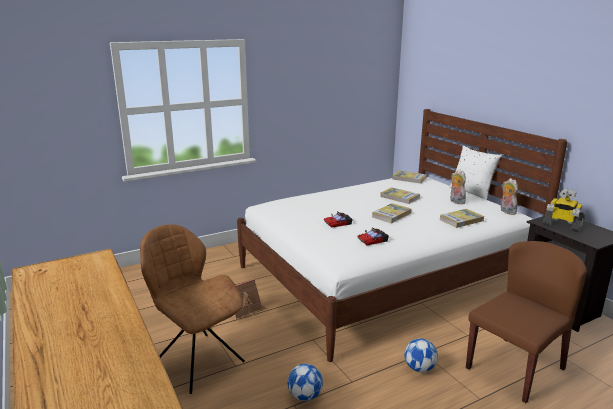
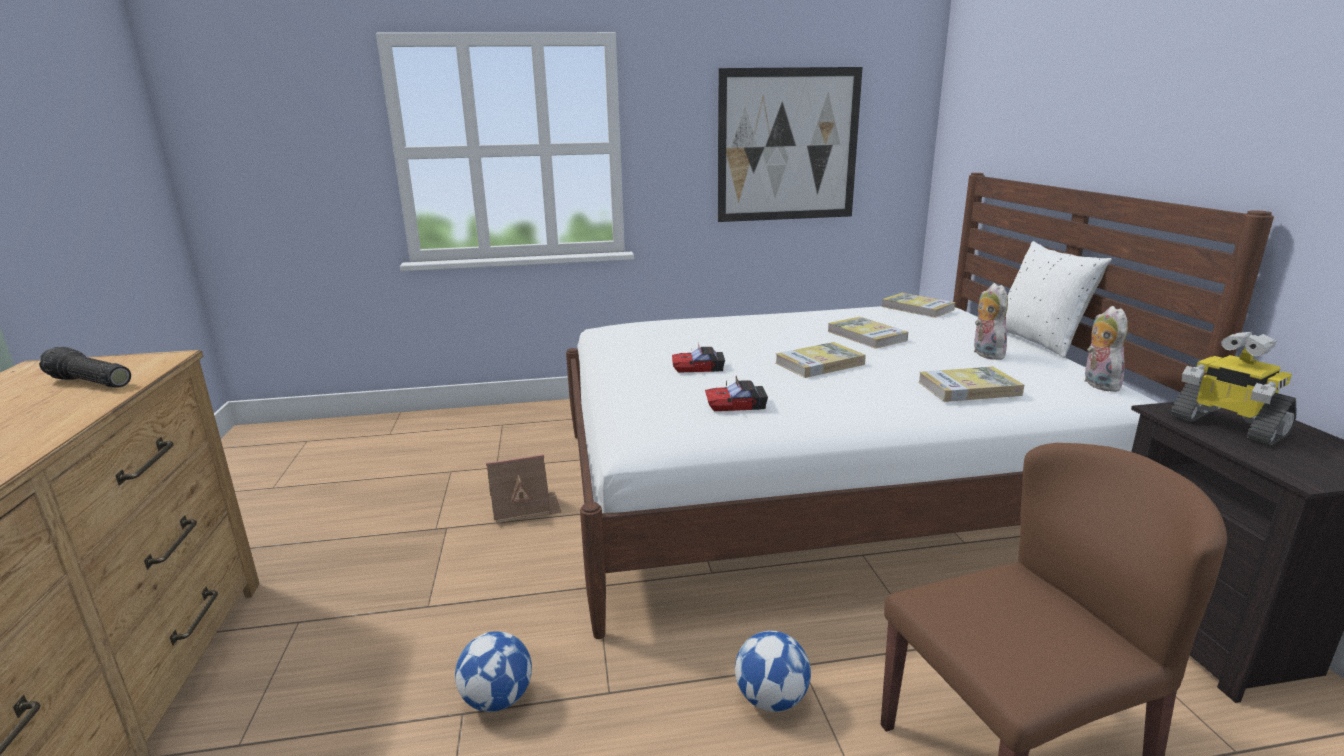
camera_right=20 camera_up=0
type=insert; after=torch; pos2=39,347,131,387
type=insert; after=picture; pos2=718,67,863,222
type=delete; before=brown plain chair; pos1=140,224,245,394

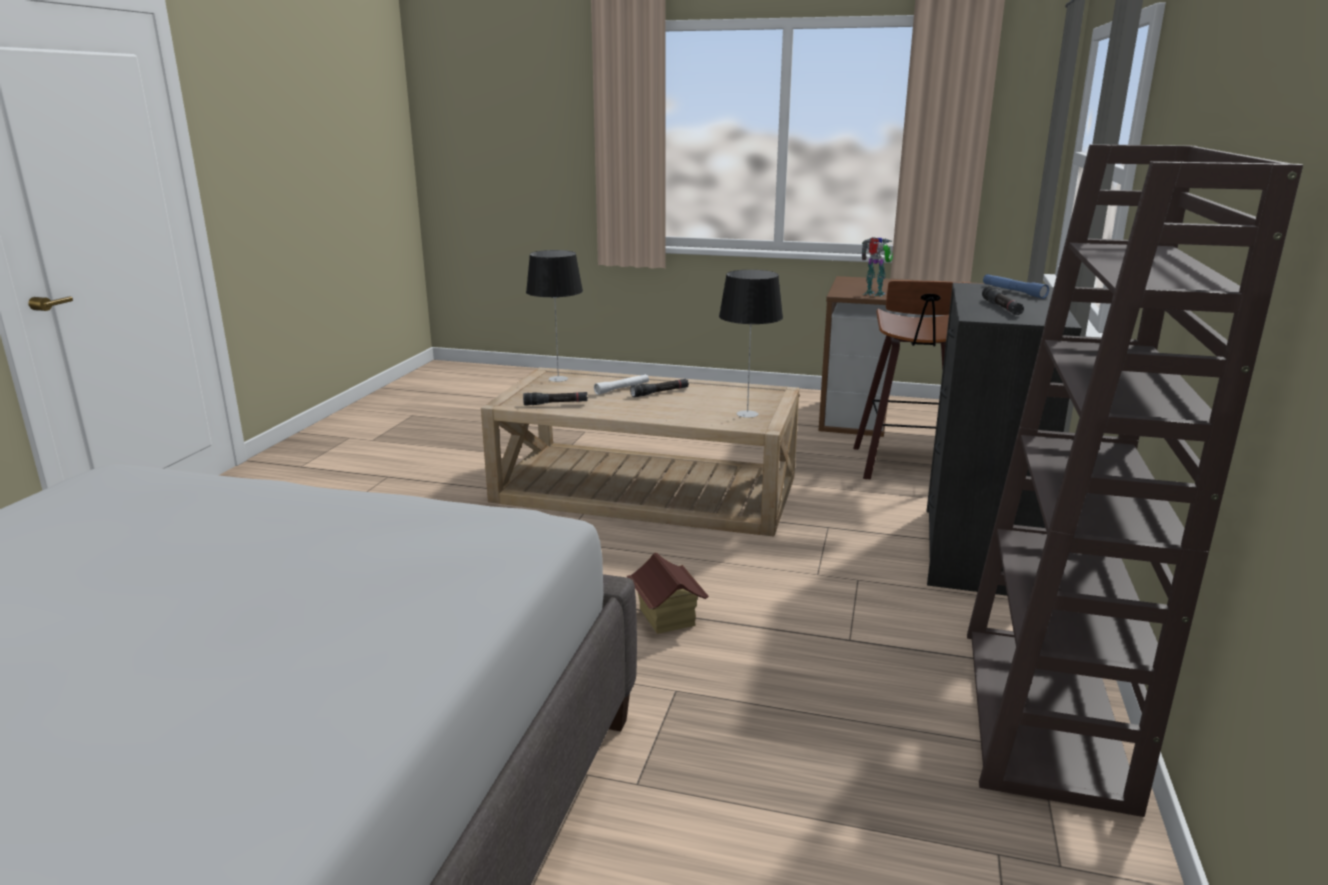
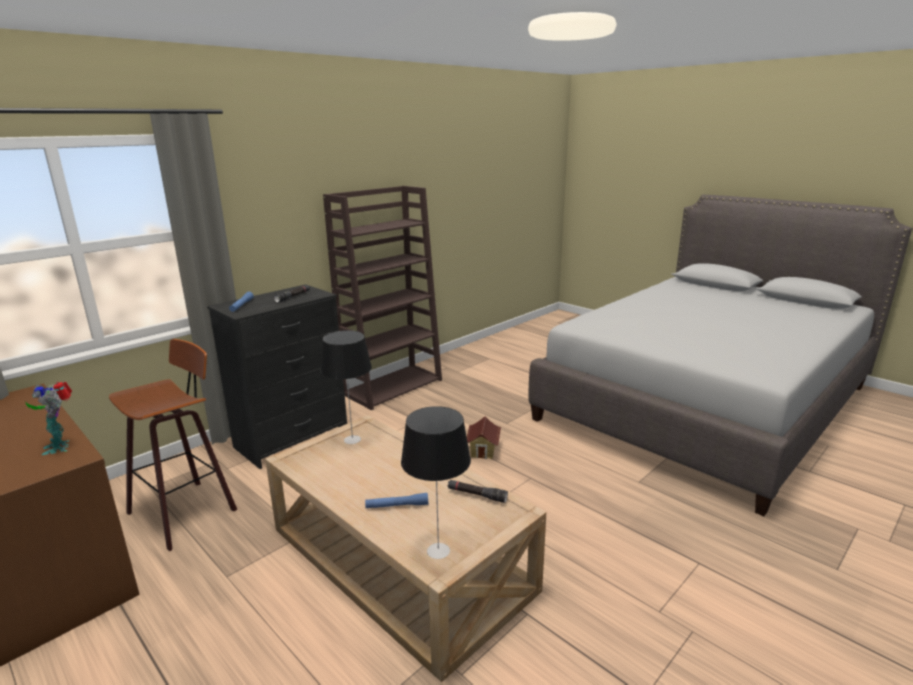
camera_right=-150 camera_up=0
type=recolor; before=whitish torch; after=blue torch; pos1=594,374,649,395; pos2=365,493,428,508
type=delete; before=black torch; pos1=630,379,689,397

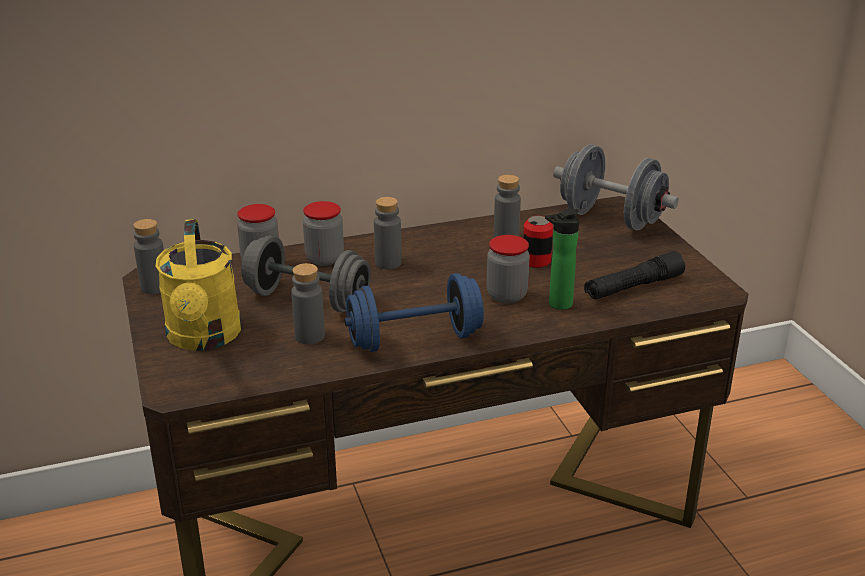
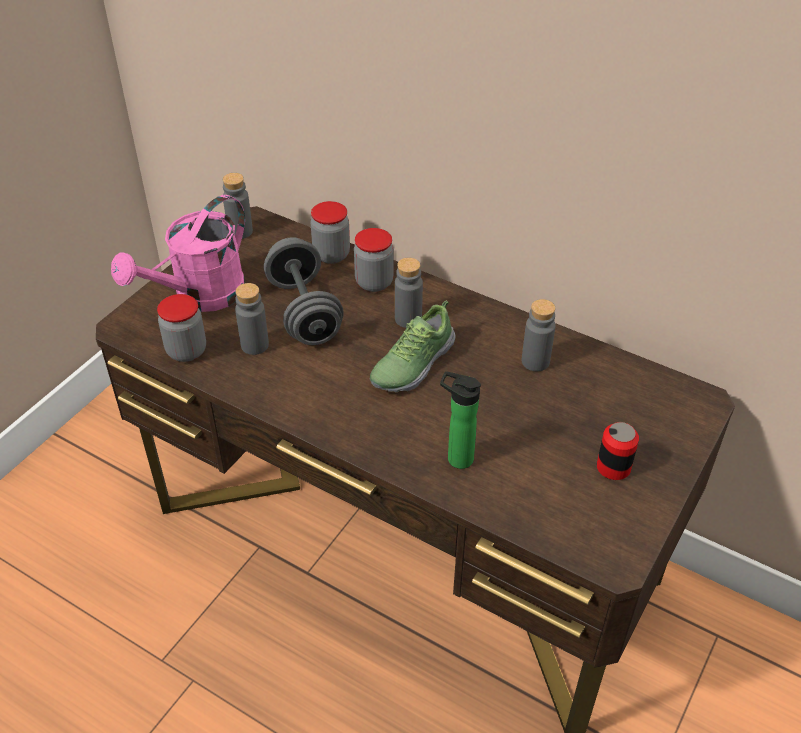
camera_right=50 camera_up=15
type=recolor; before=yellow watering pot; after=pink watering pot; pos1=155,219,241,351; pos2=111,195,245,312
type=move; before=preserve jar; pos1=487,235,530,304; pos2=157,294,206,362
type=insert; after=low shoe; pos2=370,300,455,393
type=move; before=metal can; pos1=523,216,553,268; pos2=597,422,639,480
type=delete; before=blue dumbbell; pos1=344,273,484,352
type=delete; before=grey dumbbell; pos1=553,144,679,230
type=delete; before=black torch; pos1=584,251,685,299

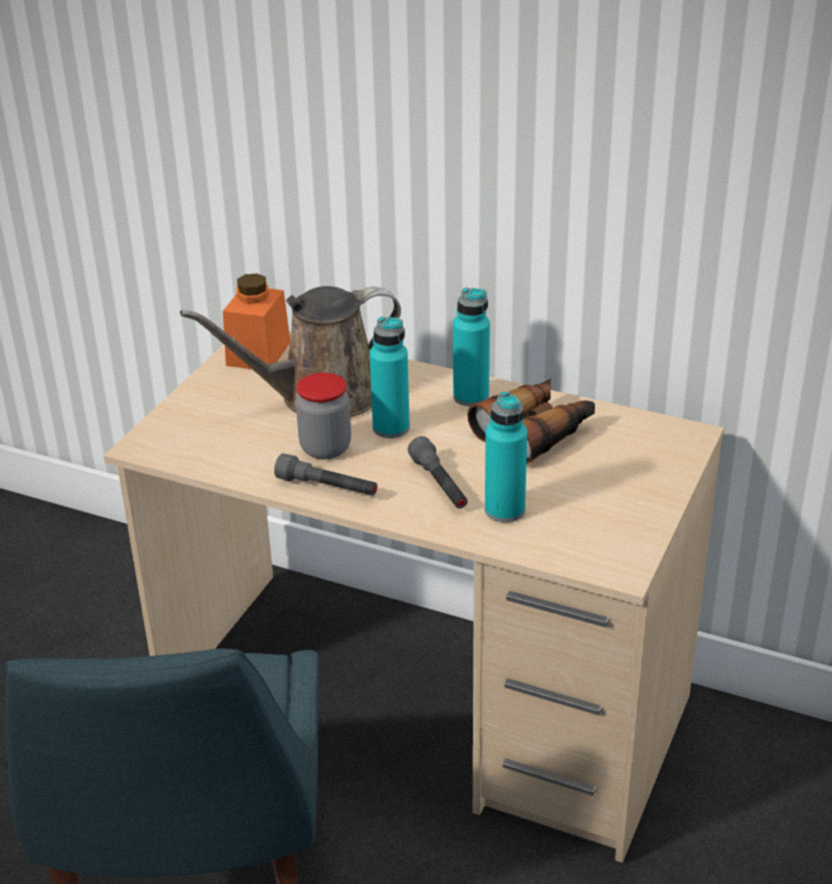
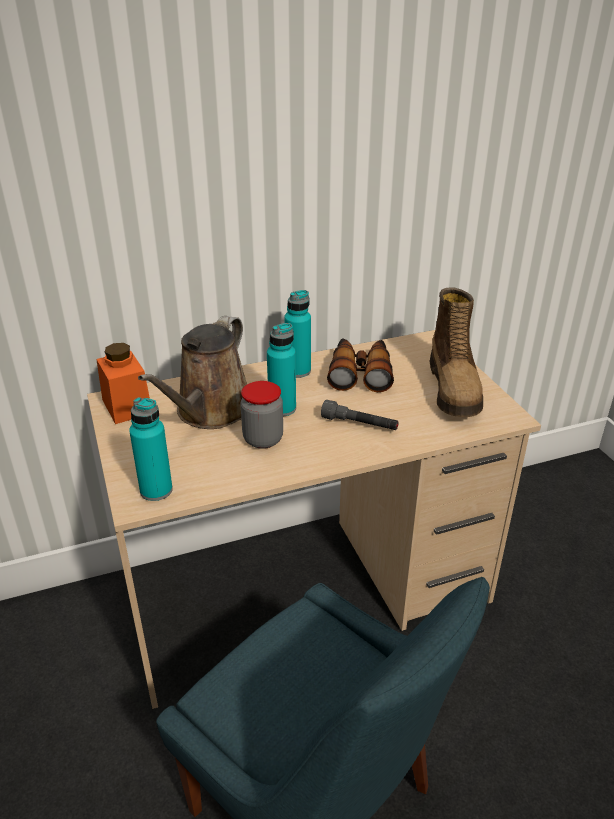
camera_right=-45 camera_up=0
type=move; before=turquoise beverage bottle; pos1=485,391,527,523; pos2=129,397,173,501
type=insert; after=high-top boot; pos2=430,287,483,417
type=delete; before=grey torch; pos1=274,453,377,496

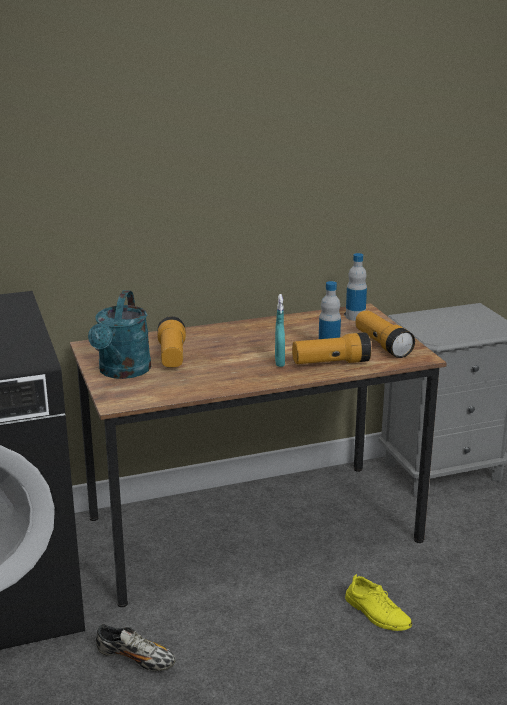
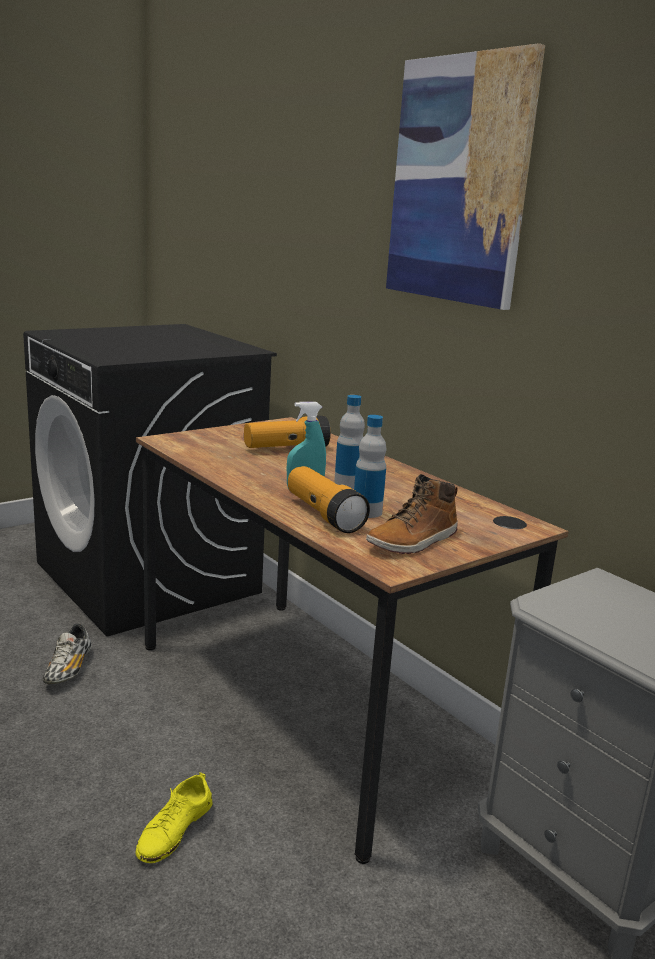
camera_right=70 camera_up=-5
type=move; before=beverage bottle; pos1=346,253,367,321; pos2=334,395,365,489
type=replace; before=torch; after=high-top boot; pos1=356,310,415,358; pos2=366,474,458,554
type=insert; after=picture; pos2=386,43,545,310
type=delete; before=turquoise watering pot; pos1=88,290,151,379

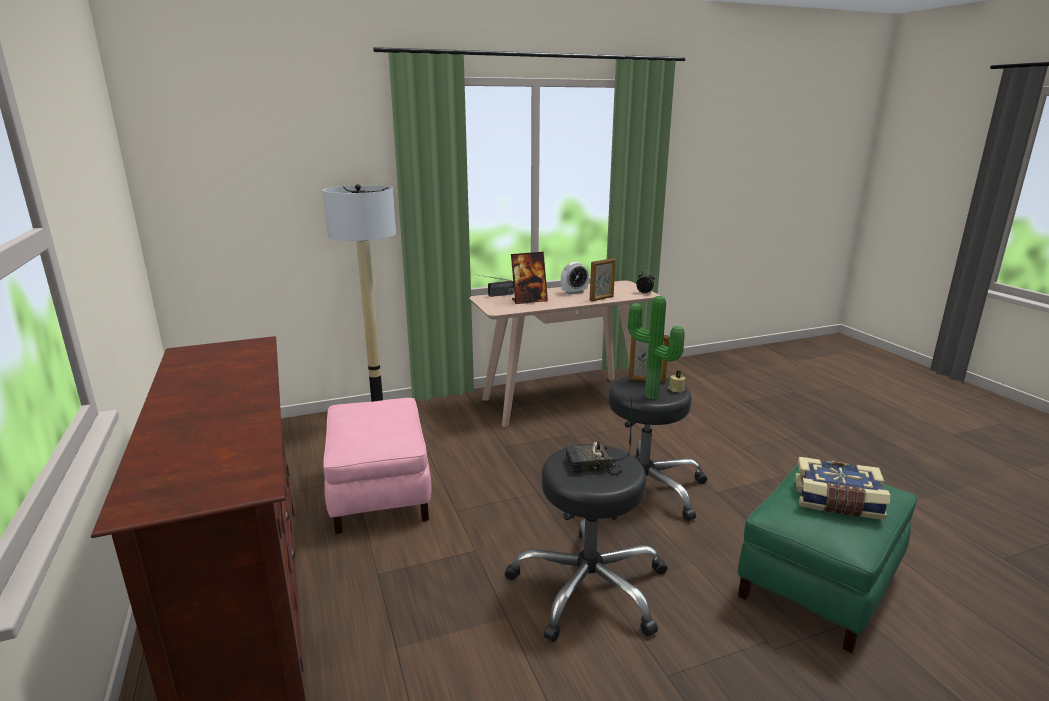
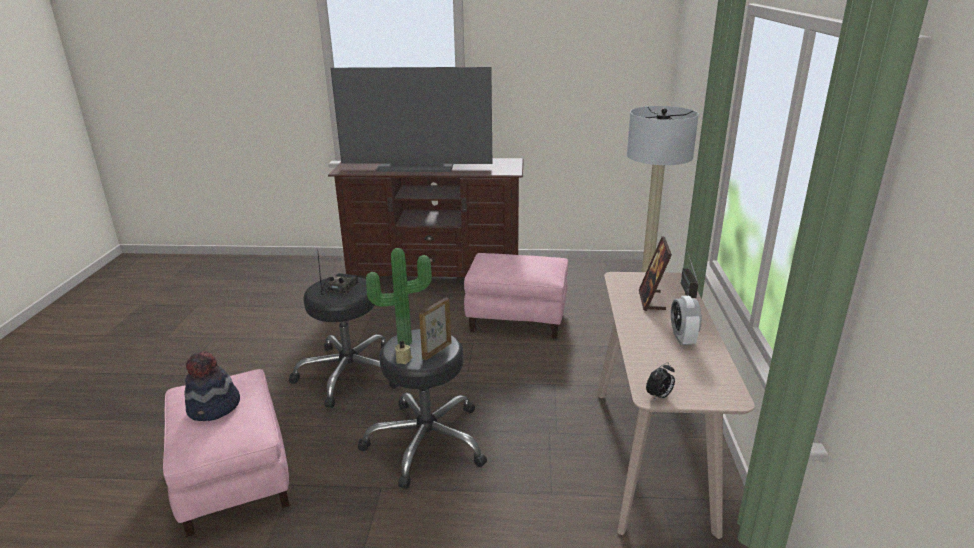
camera_right=115 camera_up=5
type=recolor; before=green-coloured pouffe; after=pink pouffe; pos1=738,464,917,653; pos2=163,369,289,537
type=replace; before=bound book; after=hat; pos1=795,457,890,520; pos2=184,351,240,421
type=insert; after=TV set; pos2=330,67,492,172
type=delete; before=picture frame; pos1=590,258,615,301

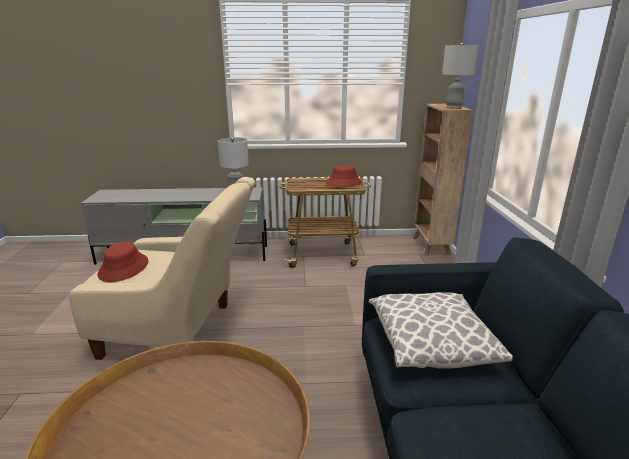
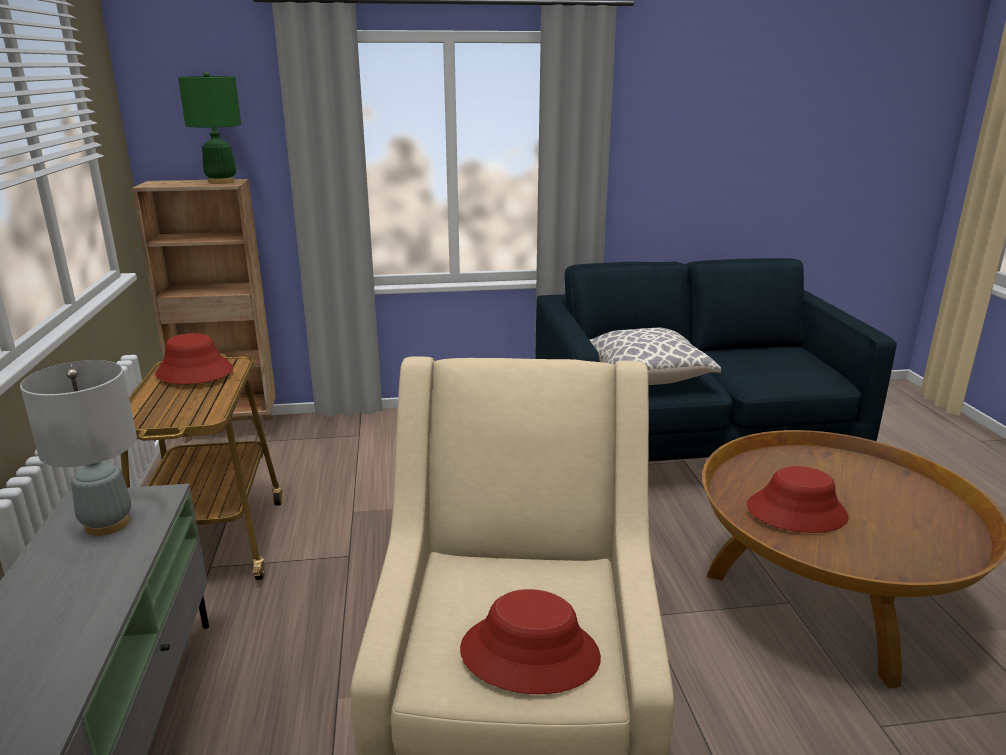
camera_right=-95 camera_up=0
type=recolor; before=grey table lamp; after=green-coloured table lamp; pos1=442,43,478,109; pos2=178,72,241,184
type=insert; after=red-coloured hat; pos2=747,466,849,533

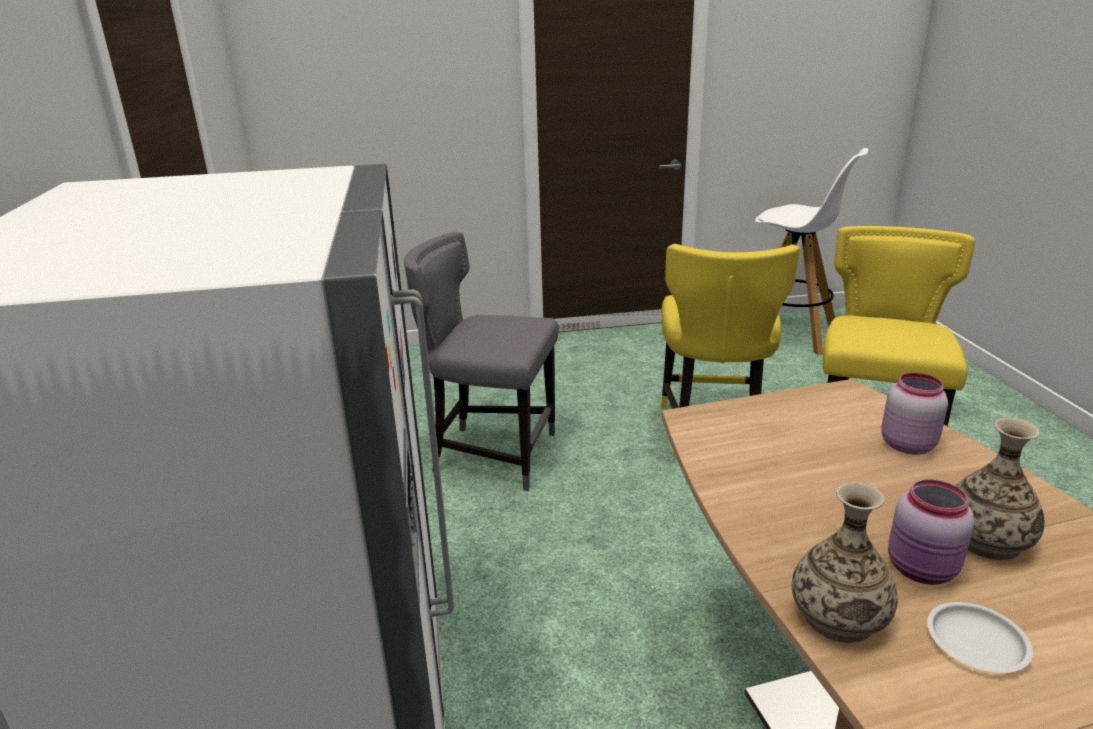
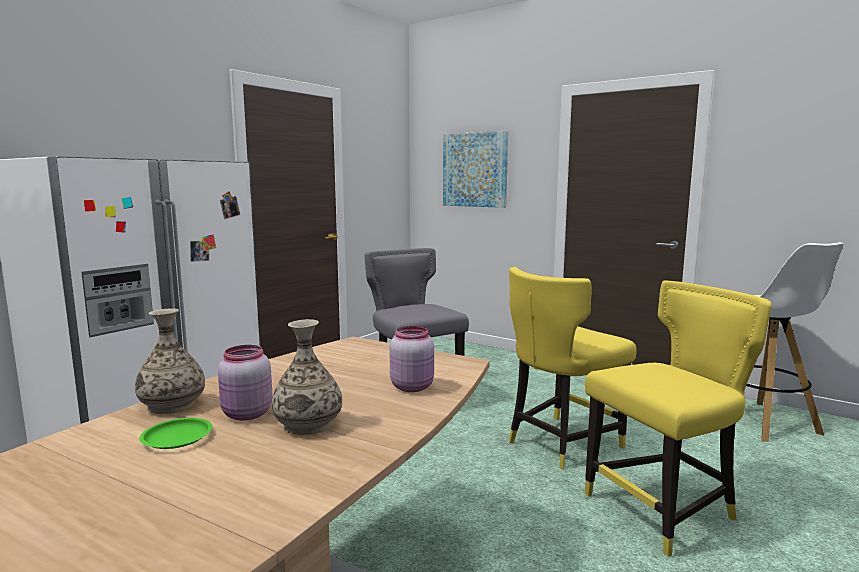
camera_right=45 camera_up=-15
type=recolor; before=whitish dinner plate; after=green-coloured dinner plate; pos1=927,602,1033,673; pos2=139,418,212,449
type=insert; after=picture; pos2=443,131,508,208

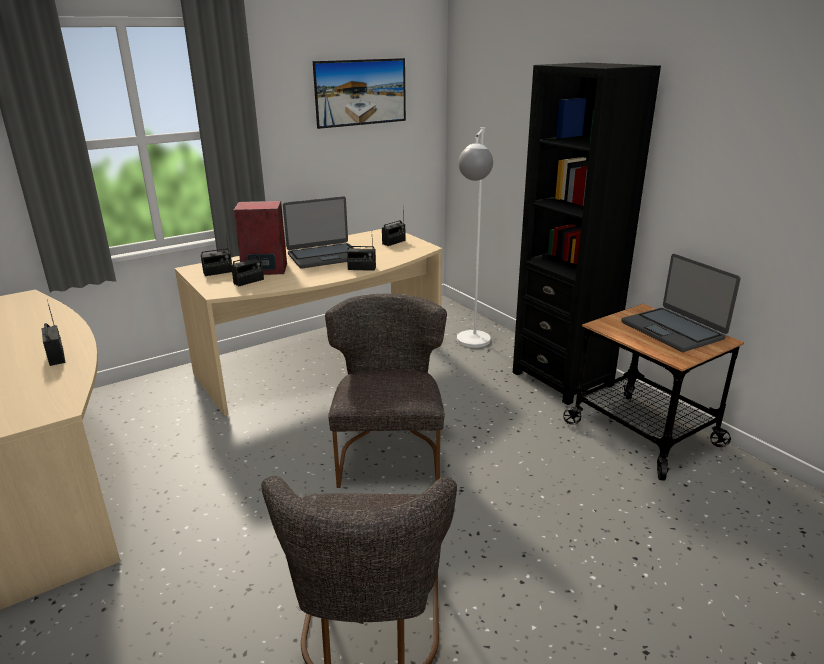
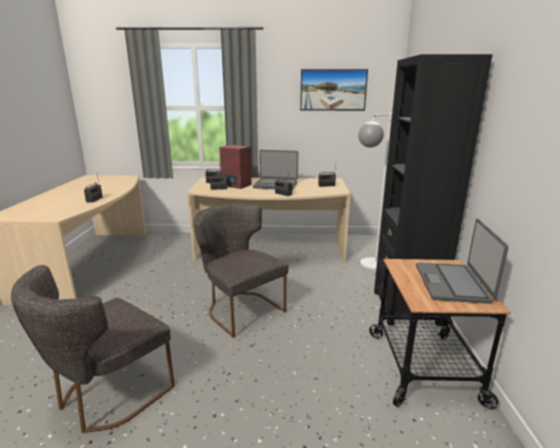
camera_right=35 camera_up=-5
type=rotate; before=grey plain chair; pos1=325,293,447,488; pos2=193,204,289,338; turn=-75

